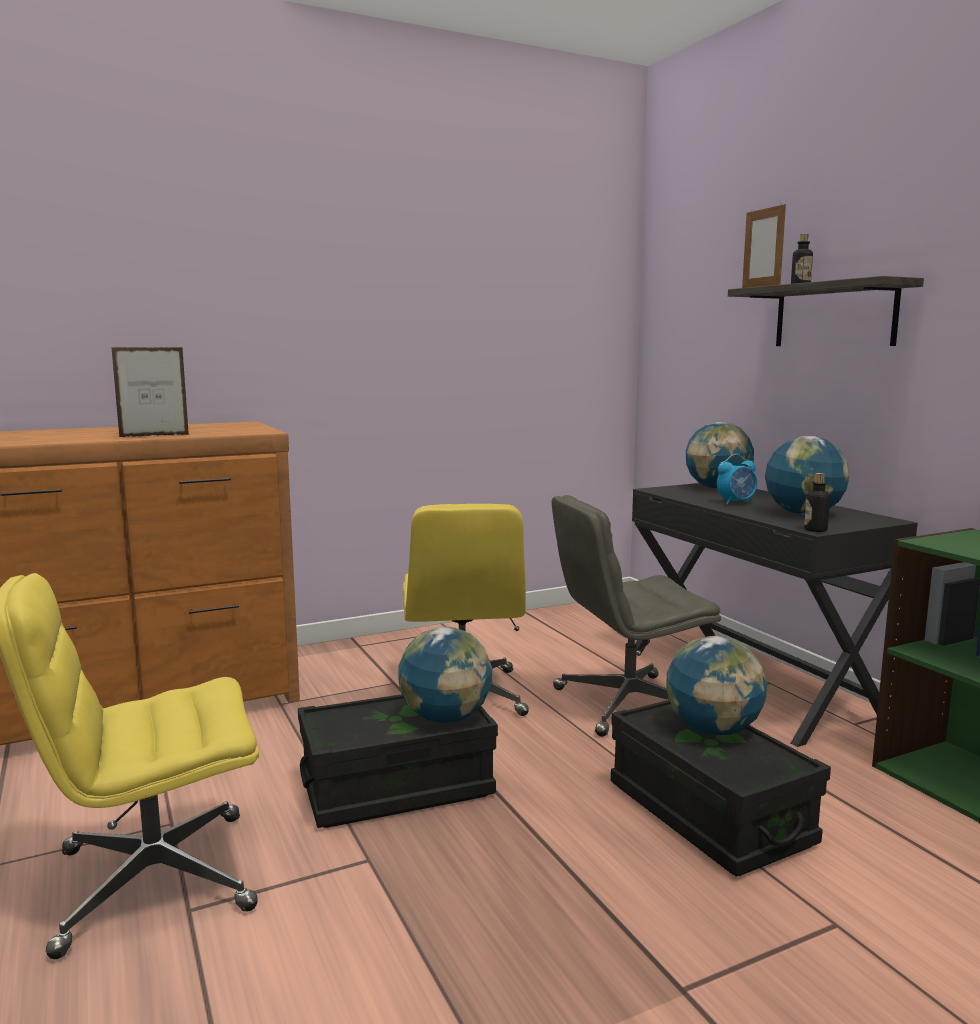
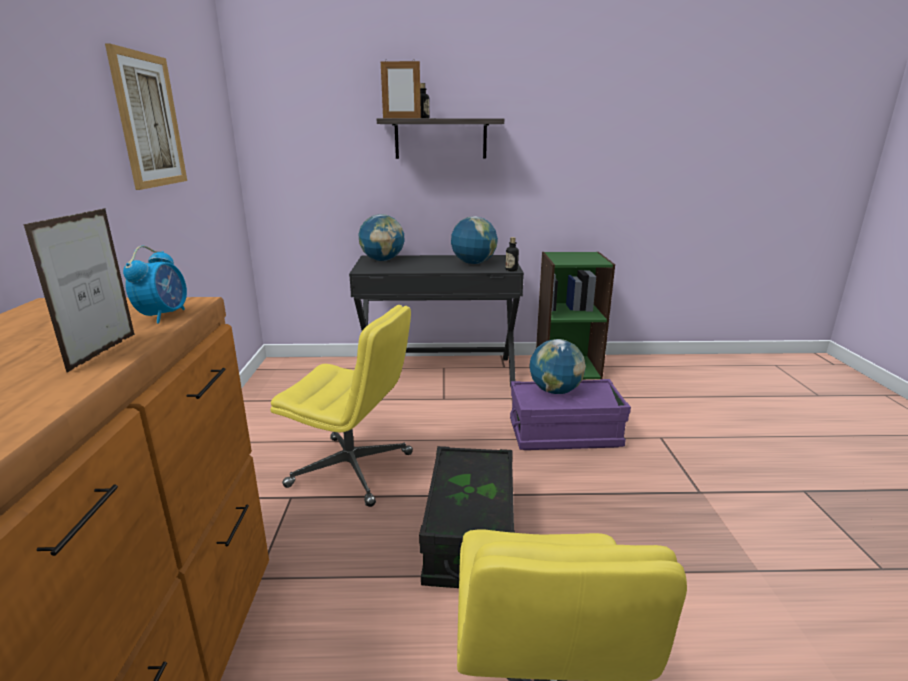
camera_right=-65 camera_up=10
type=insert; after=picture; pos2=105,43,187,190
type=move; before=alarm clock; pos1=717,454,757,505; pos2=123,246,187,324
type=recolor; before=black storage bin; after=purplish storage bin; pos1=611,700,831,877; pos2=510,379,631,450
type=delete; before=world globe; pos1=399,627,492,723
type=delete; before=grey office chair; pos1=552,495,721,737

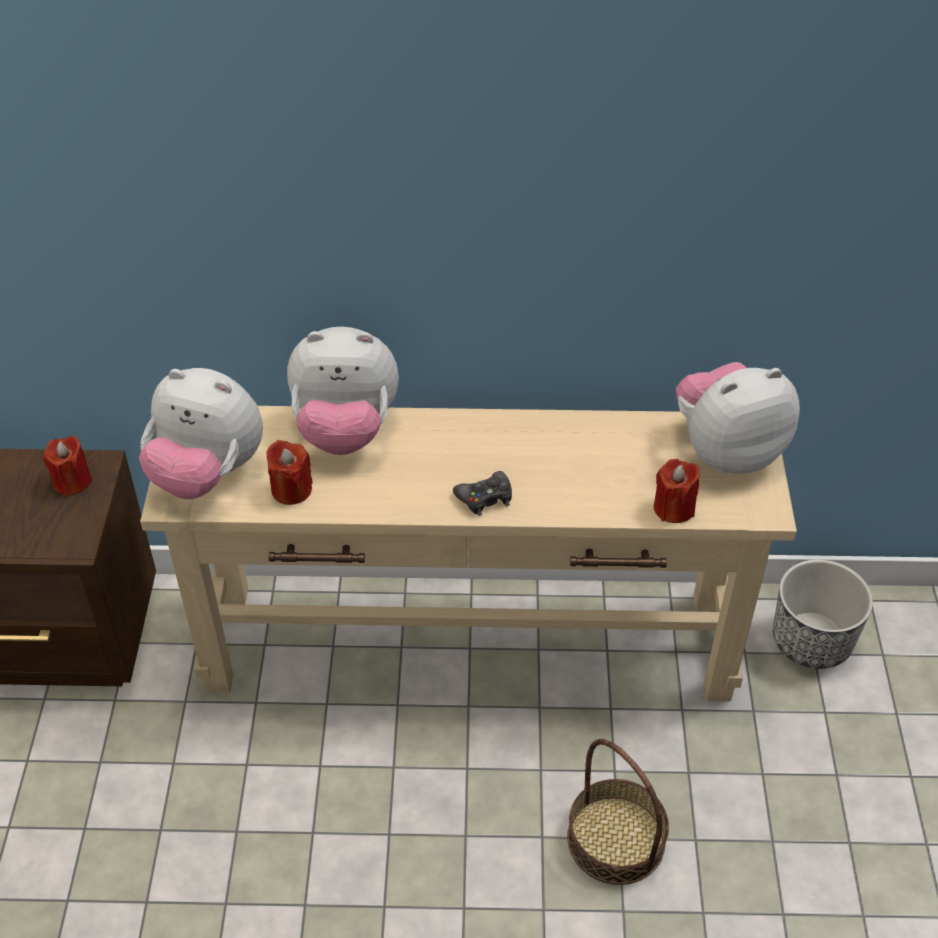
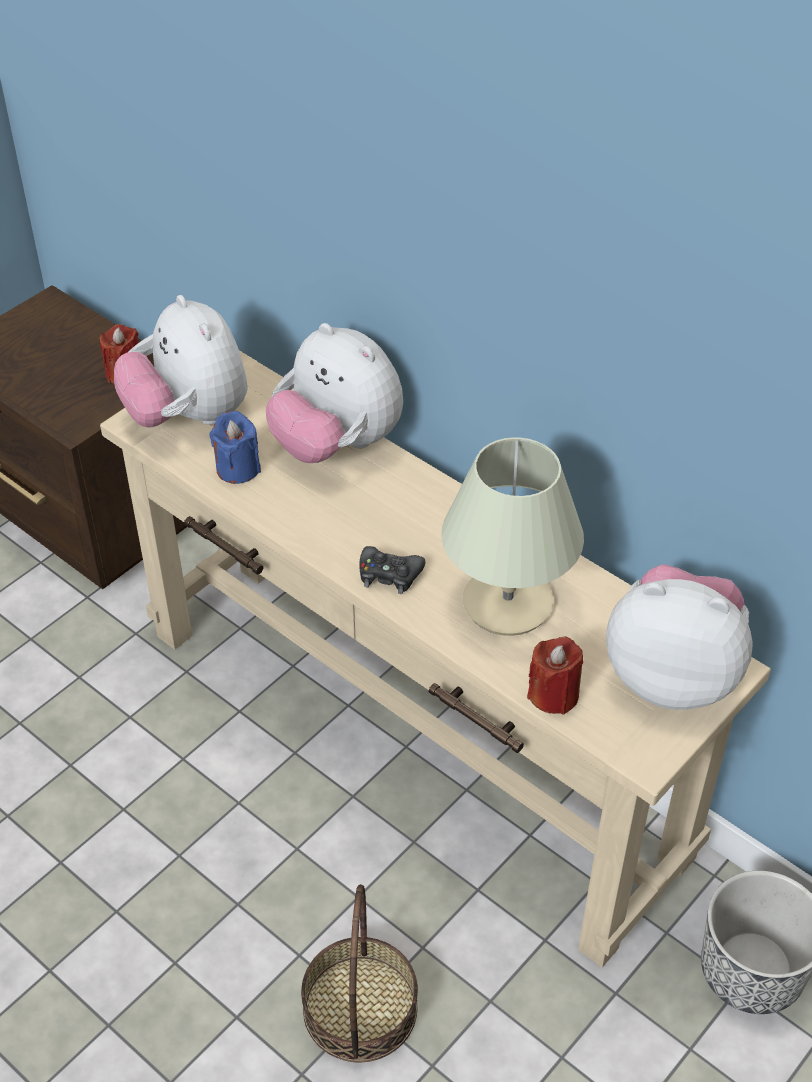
camera_right=40 camera_up=0
type=recolor; before=red-coloured wax light; after=blue wax light; pos1=266,440,313,505; pos2=209,411,261,484
type=insert; after=beige table lamp; pos2=441,437,584,636

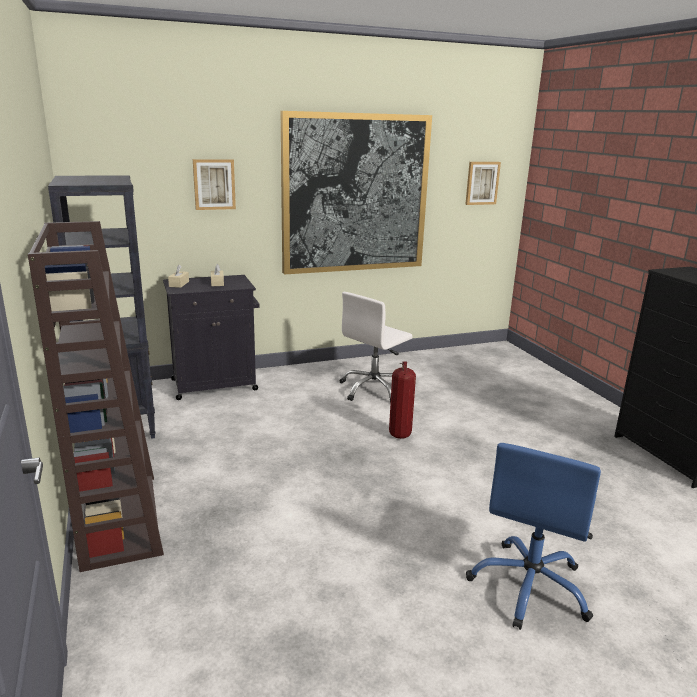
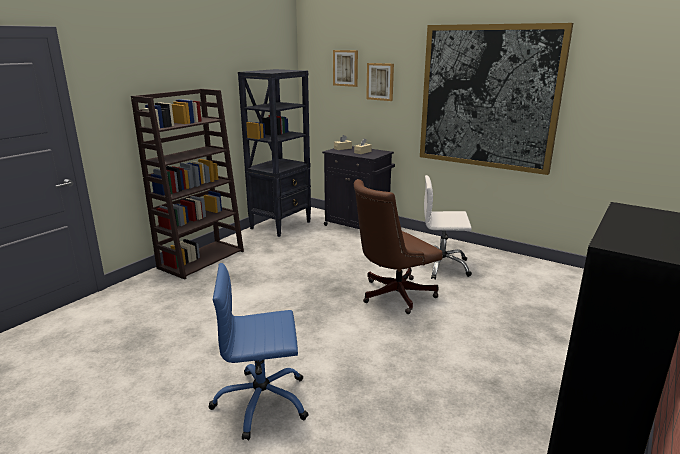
camera_right=55 camera_up=0
type=move; before=picture; pos1=465,162,501,205; pos2=333,50,358,87
type=replace; before=fire-fighting cylinder; after=brown office chair; pos1=389,361,416,439; pos2=354,179,443,314

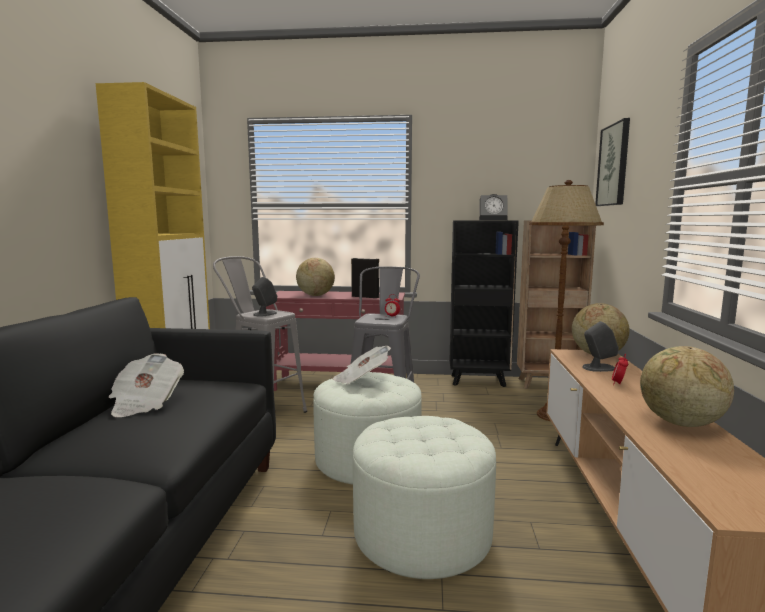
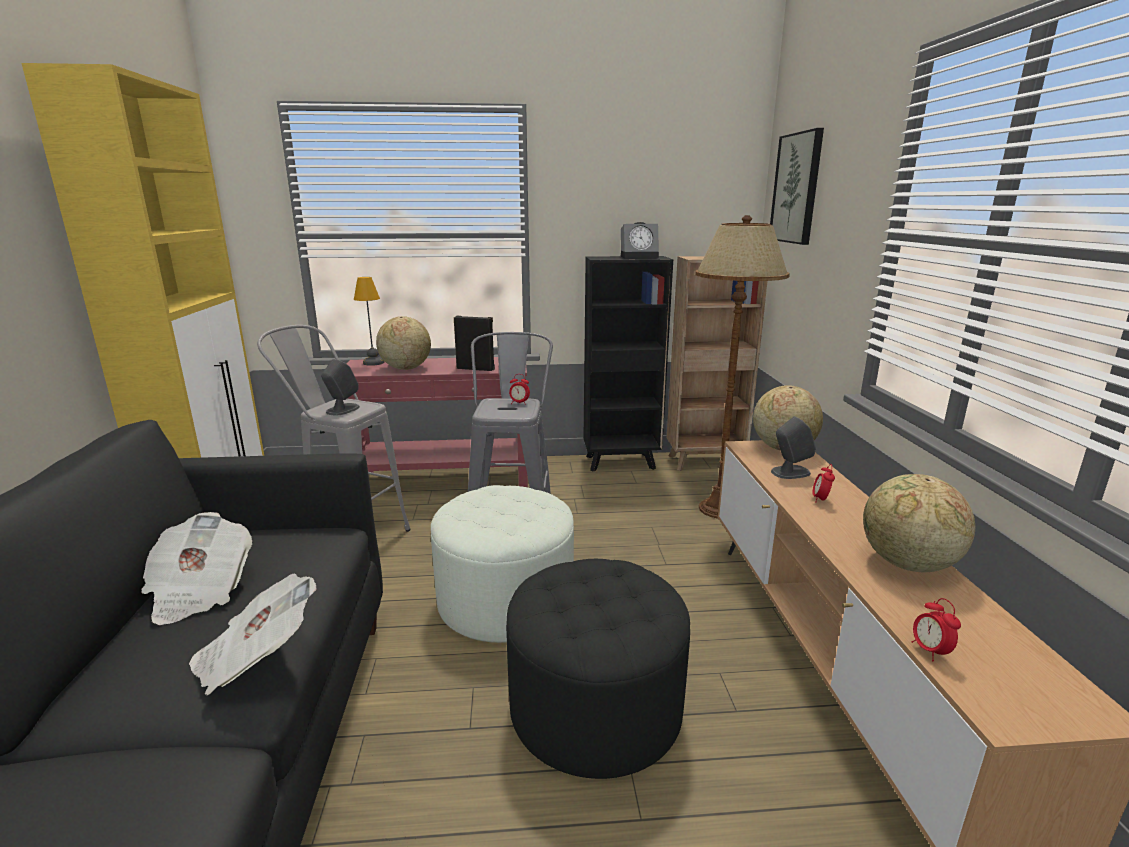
camera_right=-10 camera_up=10
type=move; before=printed paper; pos1=333,346,391,385; pos2=189,573,316,695
type=insert; after=table lamp; pos2=354,277,385,366
type=recolor; before=whitish pouffe; after=black pouffe; pos1=353,416,496,579; pos2=506,559,690,779
type=insert; after=alarm clock; pos2=911,598,961,661

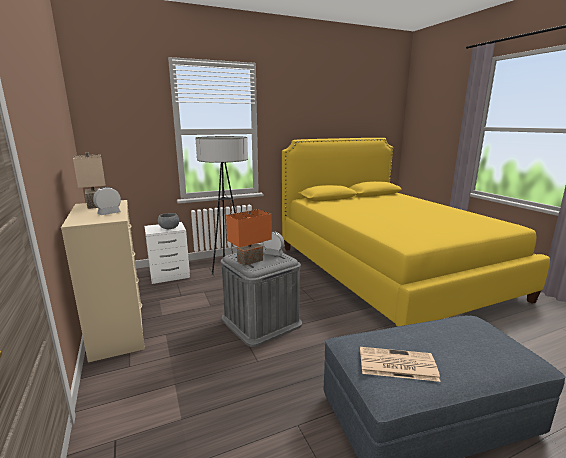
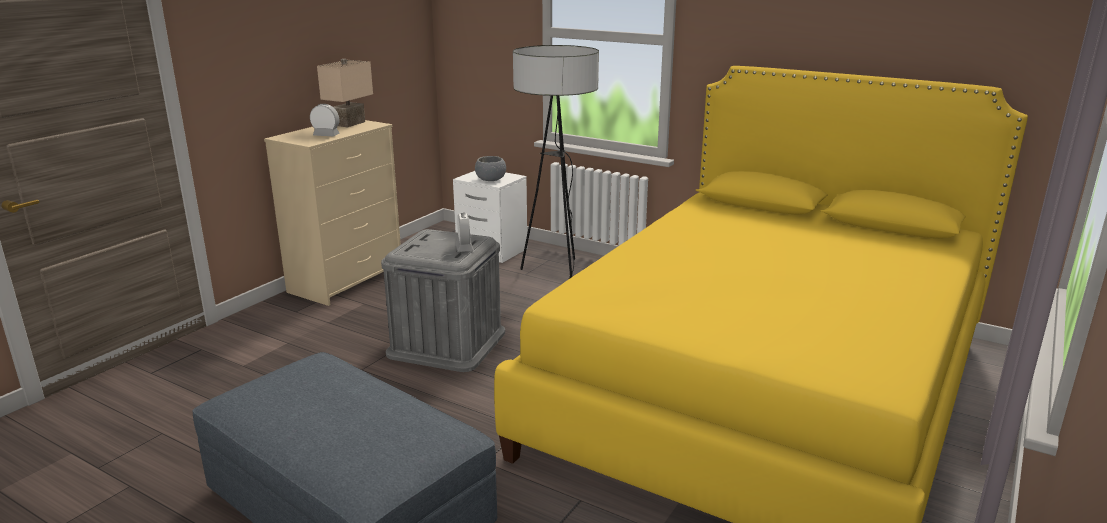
camera_right=55 camera_up=5
type=delete; before=orange-coloured table lamp; pos1=226,209,272,266
type=delete; before=printed paper; pos1=360,347,440,382

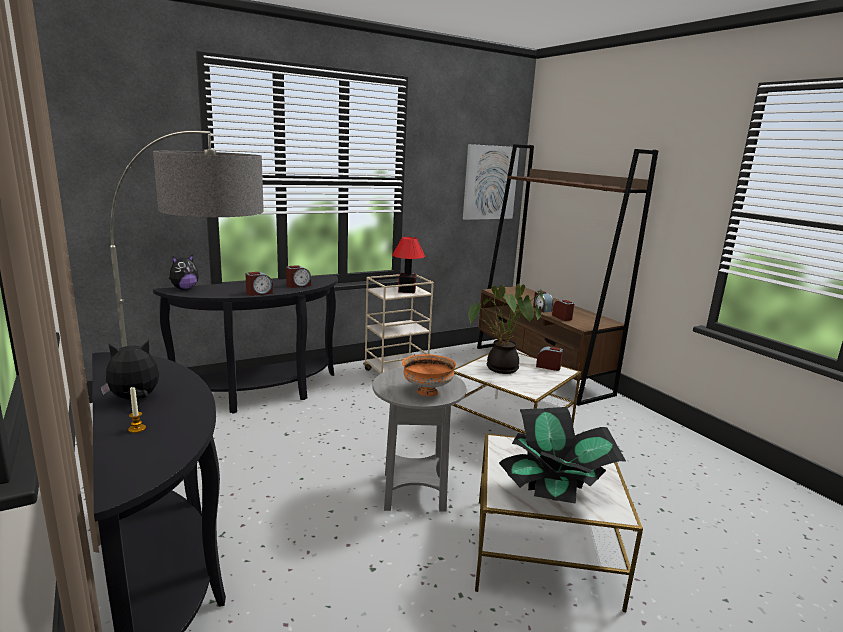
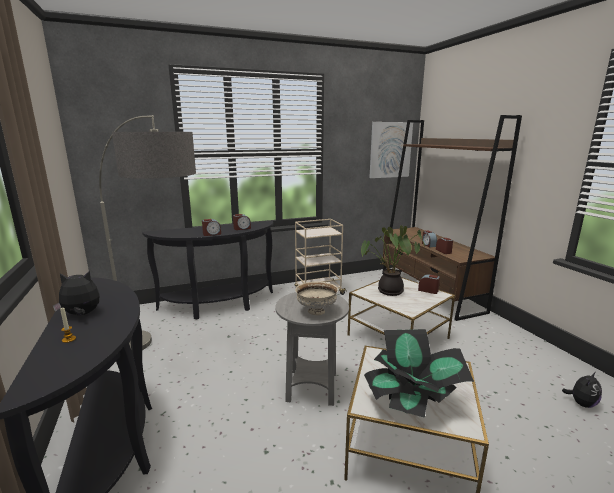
camera_right=10 camera_up=0
type=recolor; before=orange-coloured bowl; after=beige bowl; pos1=402,354,456,396; pos2=295,281,338,315
type=move; before=plush toy; pos1=169,254,199,290; pos2=562,372,602,408
type=delete; before=table lamp; pos1=392,237,425,293

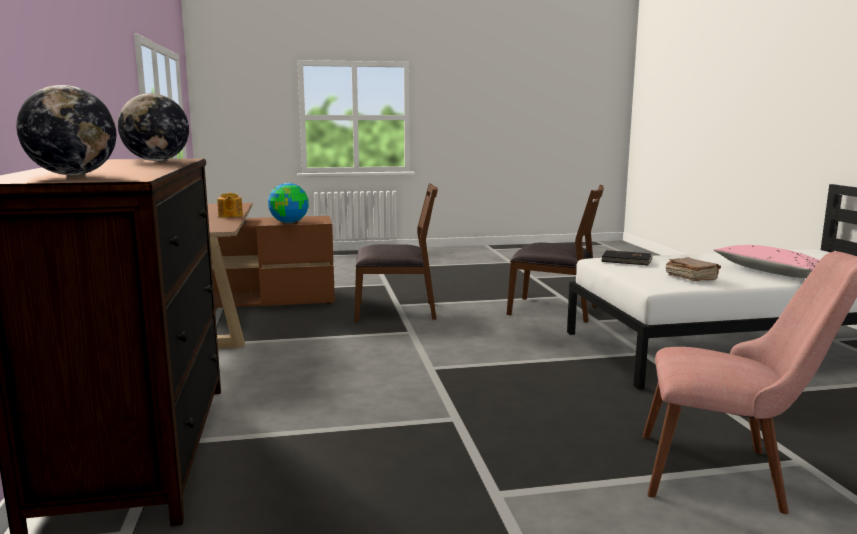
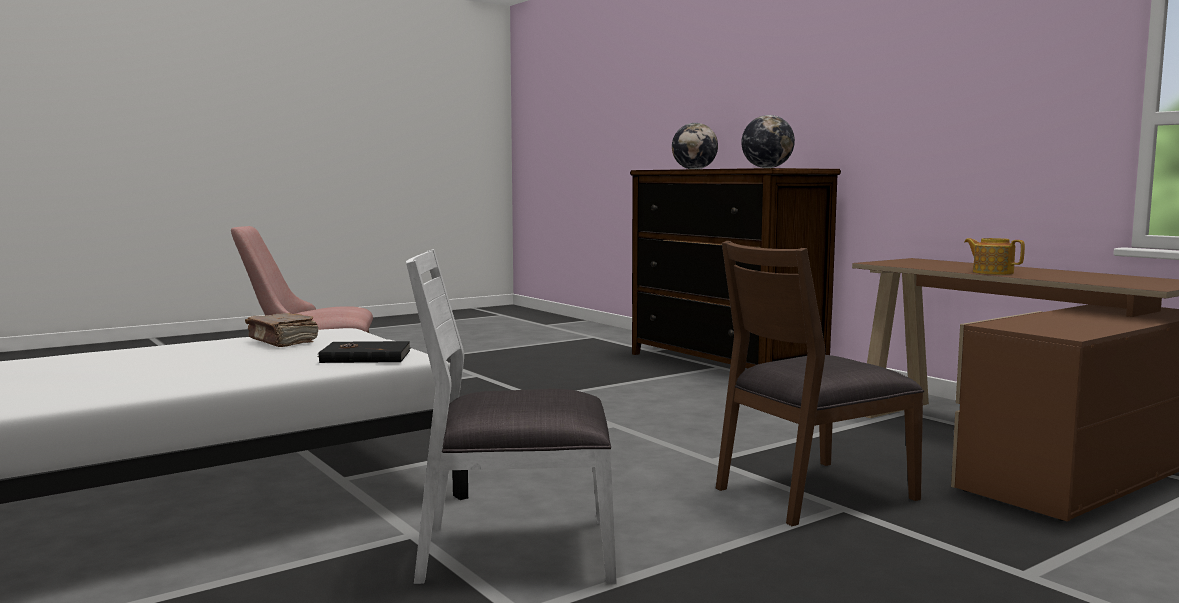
camera_right=155 camera_up=-5
type=recolor; before=brown plain chair; after=whitish plain chair; pos1=507,185,604,323; pos2=406,249,617,585
type=delete; before=world globe; pos1=268,183,309,223
type=delete; before=pink cushion; pos1=714,245,820,278

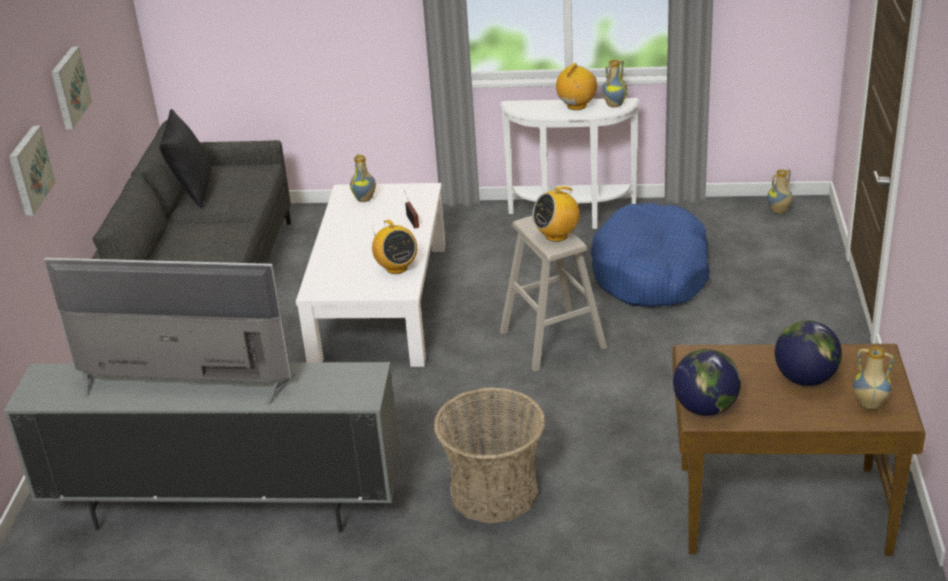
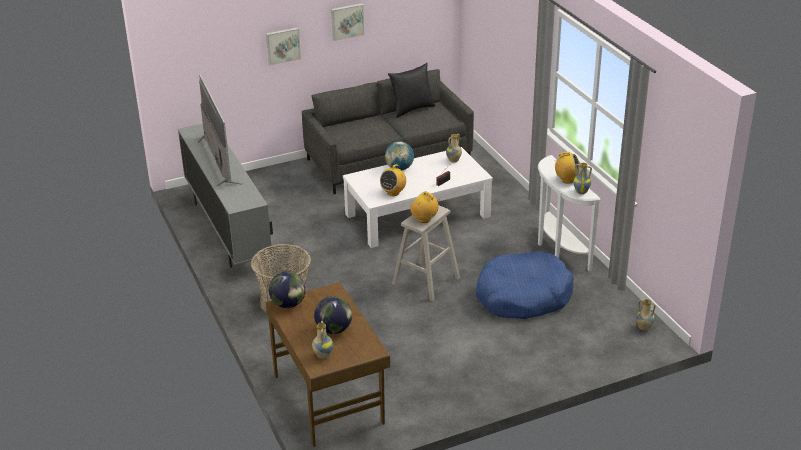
camera_right=60 camera_up=0
type=insert; after=world globe; pos2=385,141,414,170

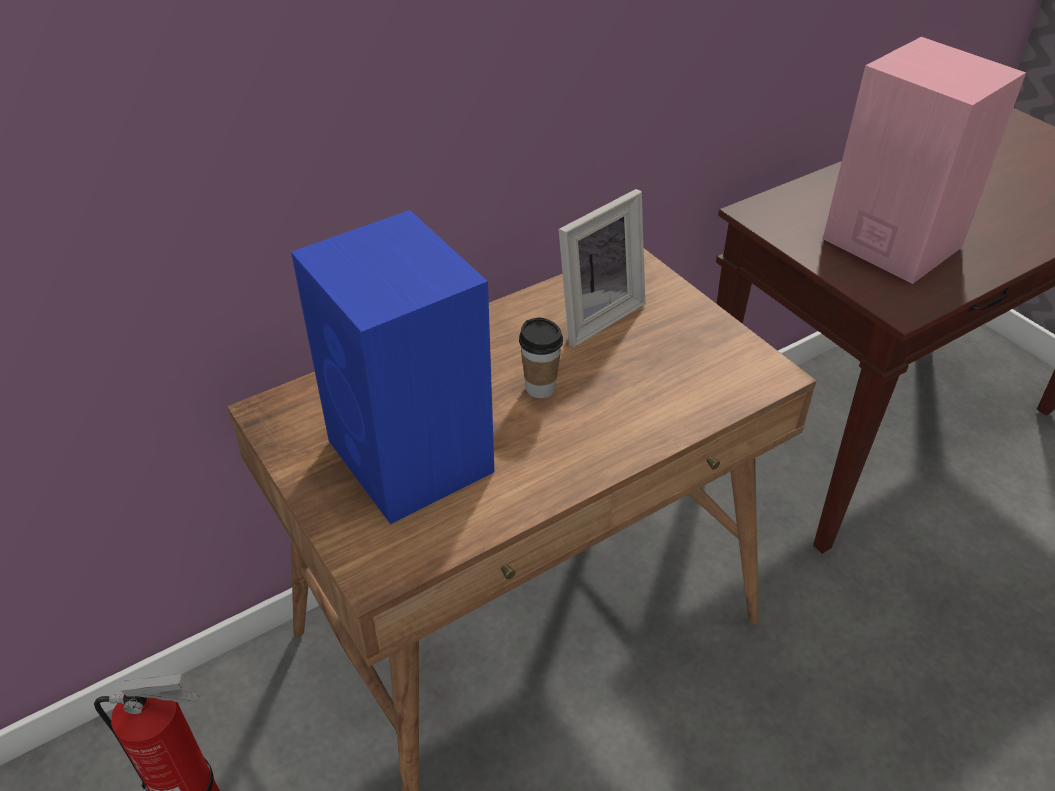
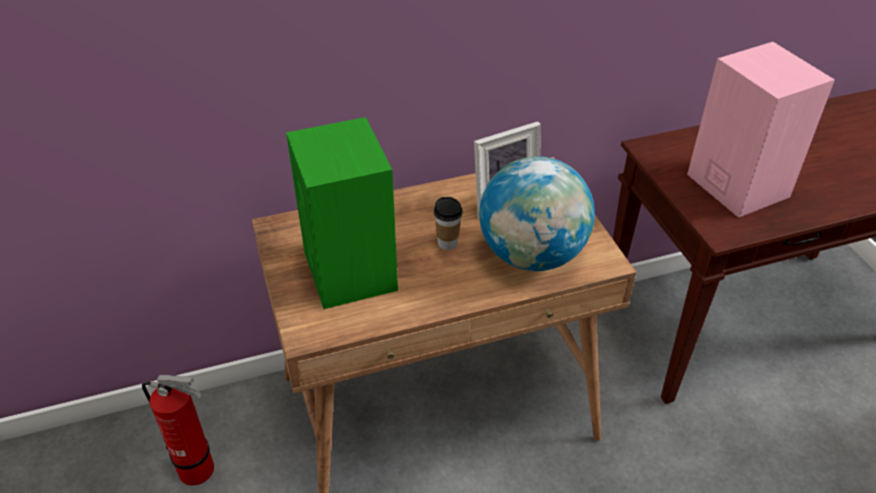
camera_right=15 camera_up=0
type=recolor; before=blue loudspeaker; after=green-coloured loudspeaker; pos1=291,210,494,524; pos2=286,117,398,309
type=insert; after=world globe; pos2=479,156,595,271

